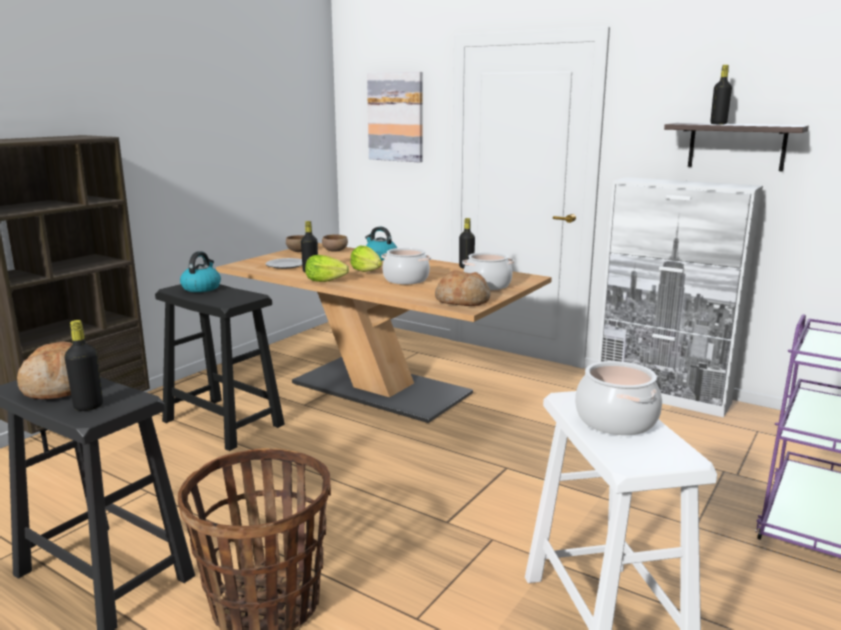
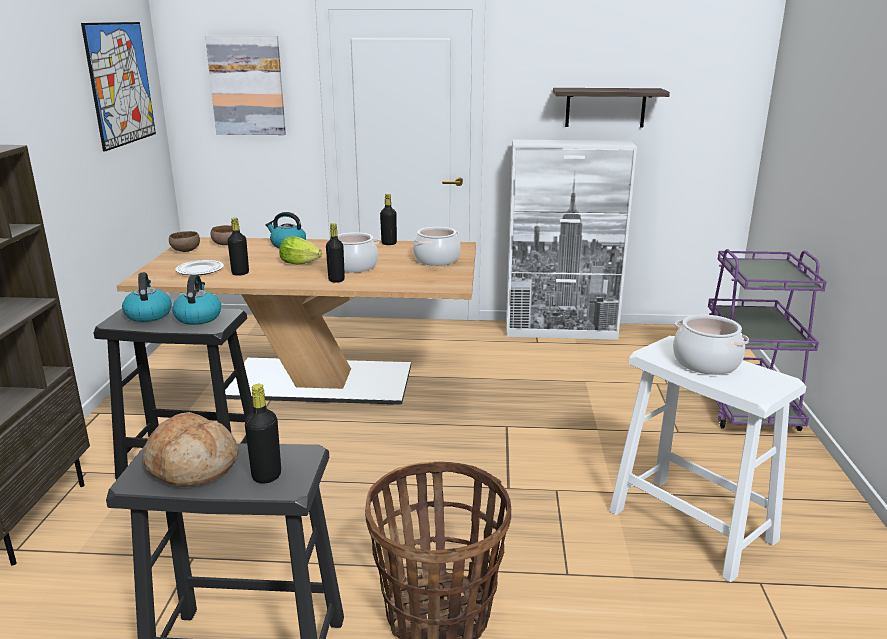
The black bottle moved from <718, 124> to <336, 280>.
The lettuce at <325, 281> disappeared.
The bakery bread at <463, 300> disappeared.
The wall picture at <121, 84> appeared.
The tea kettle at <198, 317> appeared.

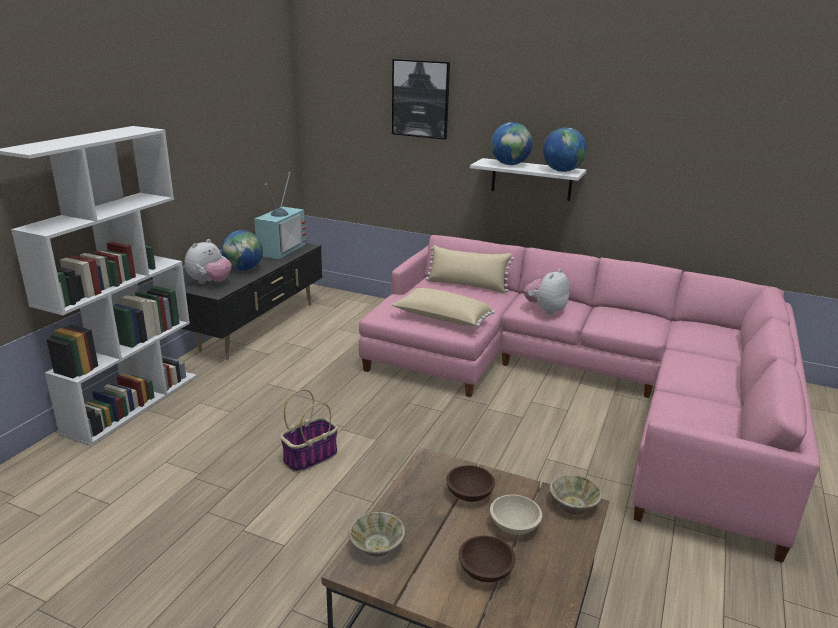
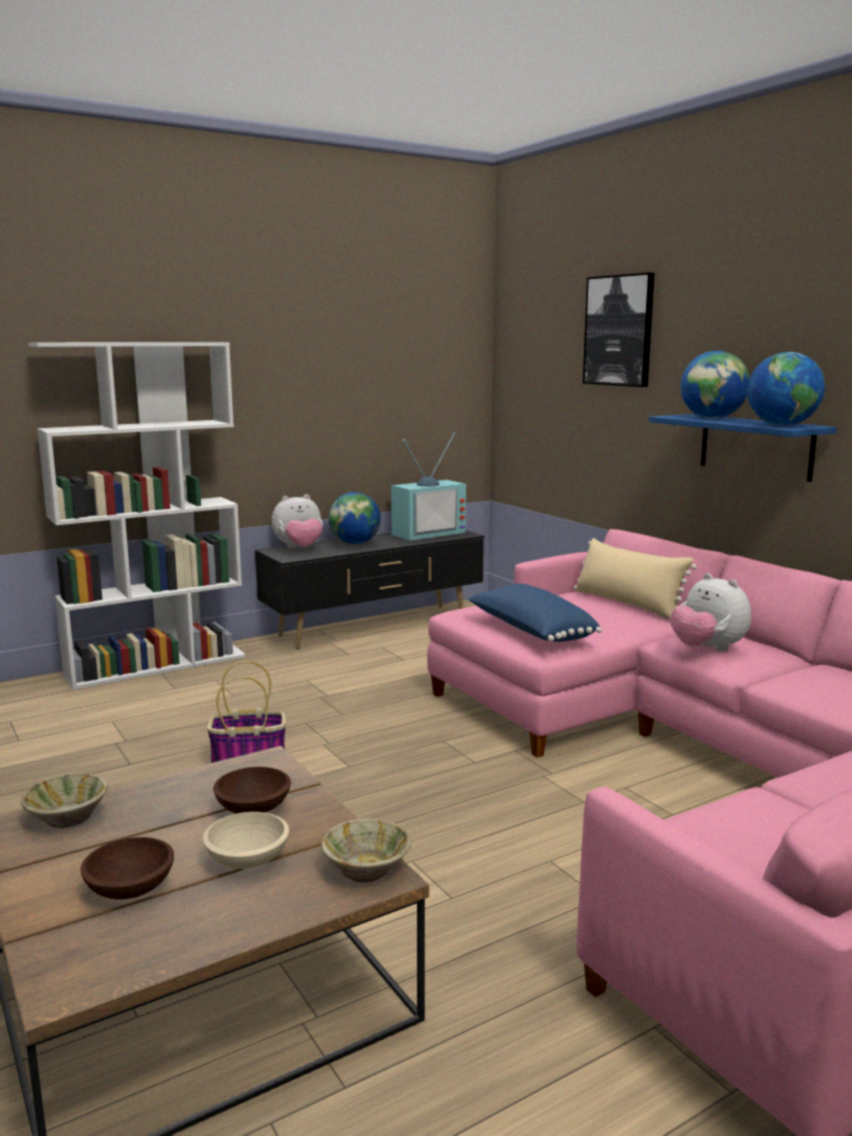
The whitish shelf at <531, 179> became the blue shelf at <755, 446>.
The cuddly toy at <545, 310> turned 105 degrees counterclockwise.
The sand-coloured throw pillow at <442, 319> became the blue throw pillow at <530, 631>.

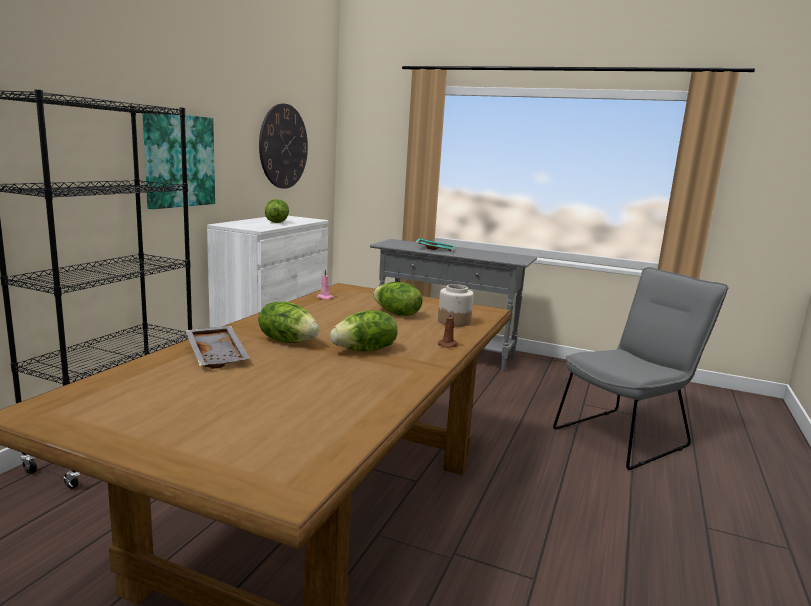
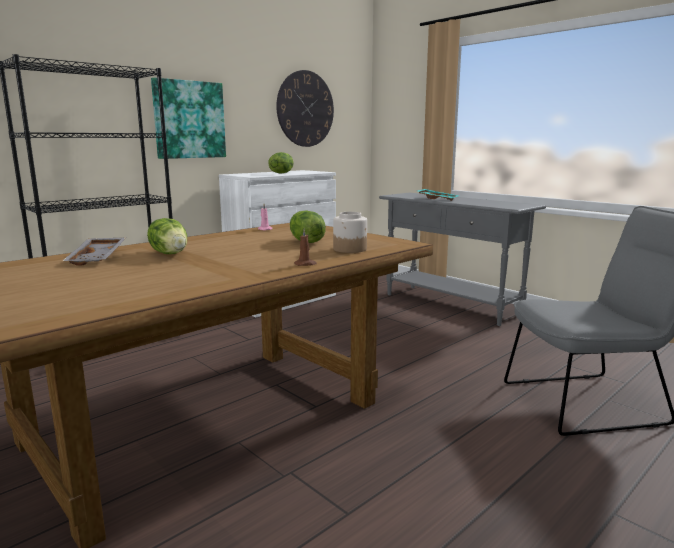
The lettuce at <365, 350> disappeared.

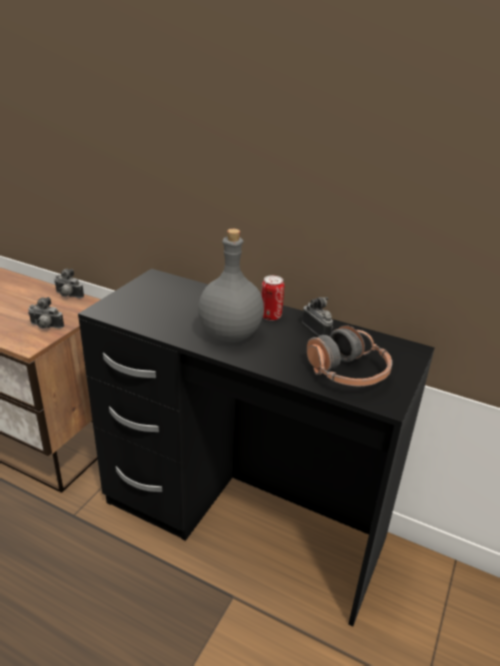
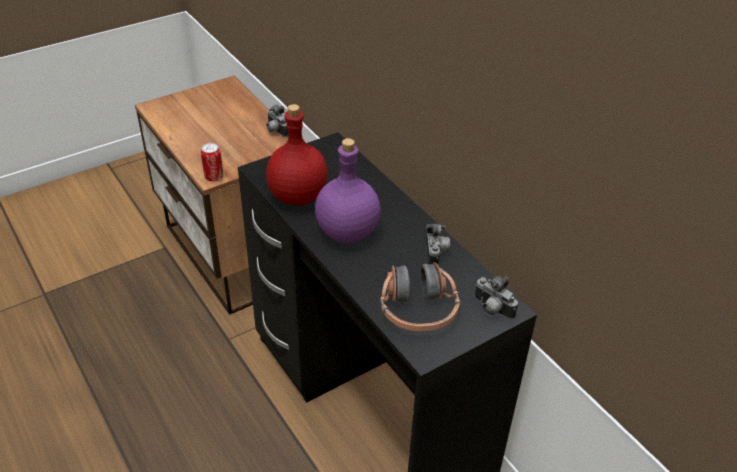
The grey bottle at <231, 335> became the purple bottle at <347, 233>.
The can moved from <270, 316> to <214, 177>.
The still camera moved from <45, 327> to <491, 310>.
The red-coloured bottle at <297, 197> appeared.

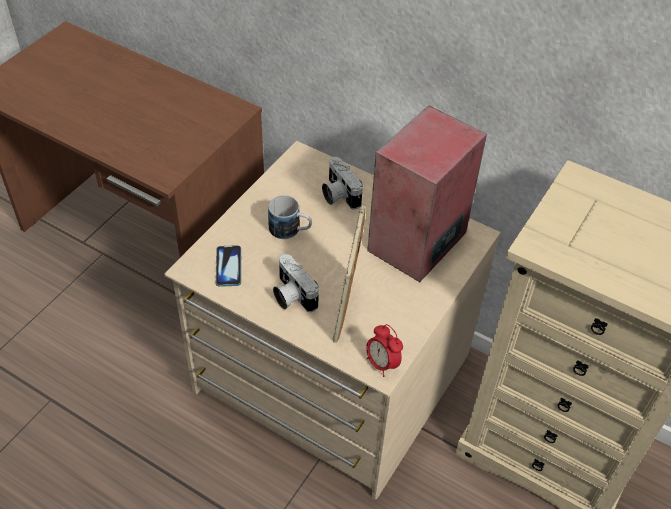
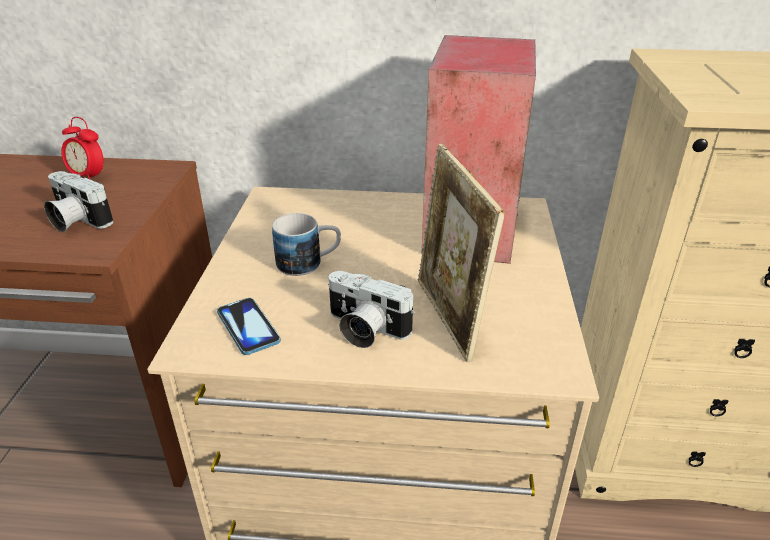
The still camera moved from <338, 194> to <76, 220>.
The alarm clock moved from <382, 364> to <88, 177>.

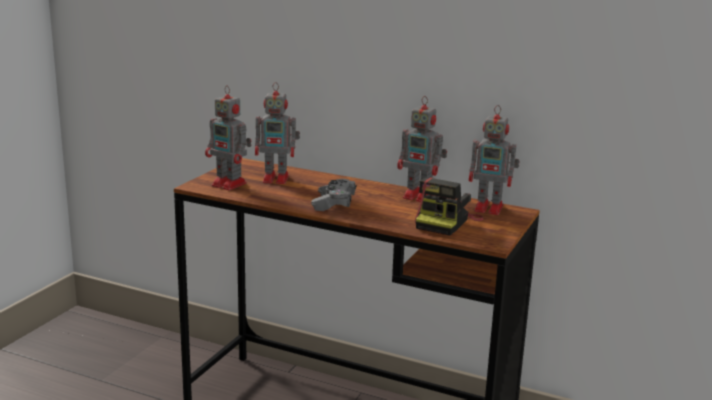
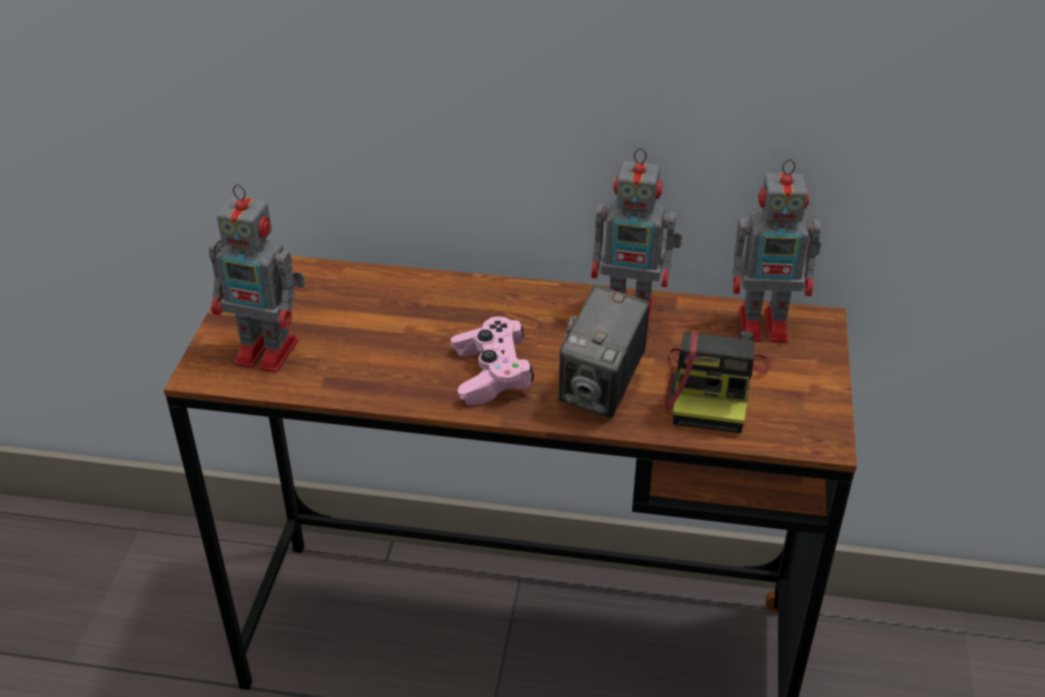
The robot figure at <277, 179> disappeared.
The grey joypad at <334, 204> became the pinkish joypad at <491, 374>.
The still camera at <601, 389> appeared.

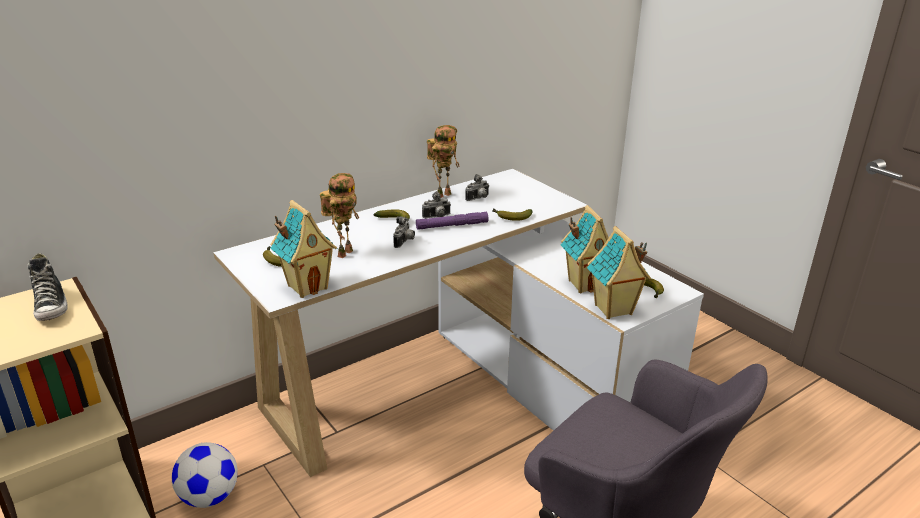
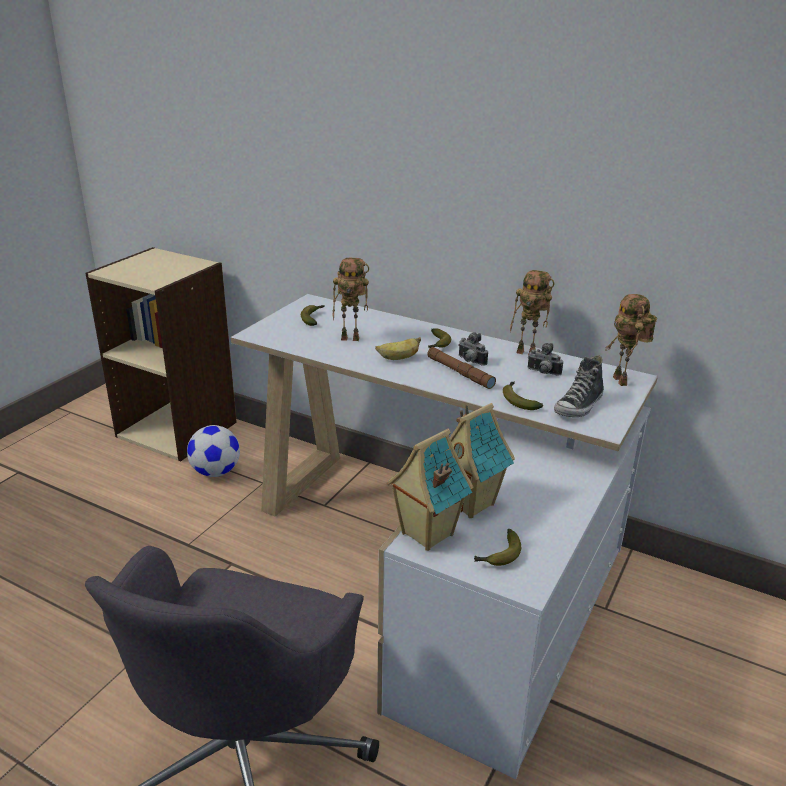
The toy house at <307, 286> disappeared.
The purple hand torch at <452, 225> became the brown hand torch at <459, 373>.
The still camera at <404, 242> was replaced by the whole banana at <398, 358>.
The shoe moved from <51, 306> to <579, 406>.
The robot figure at <623, 381> appeared.

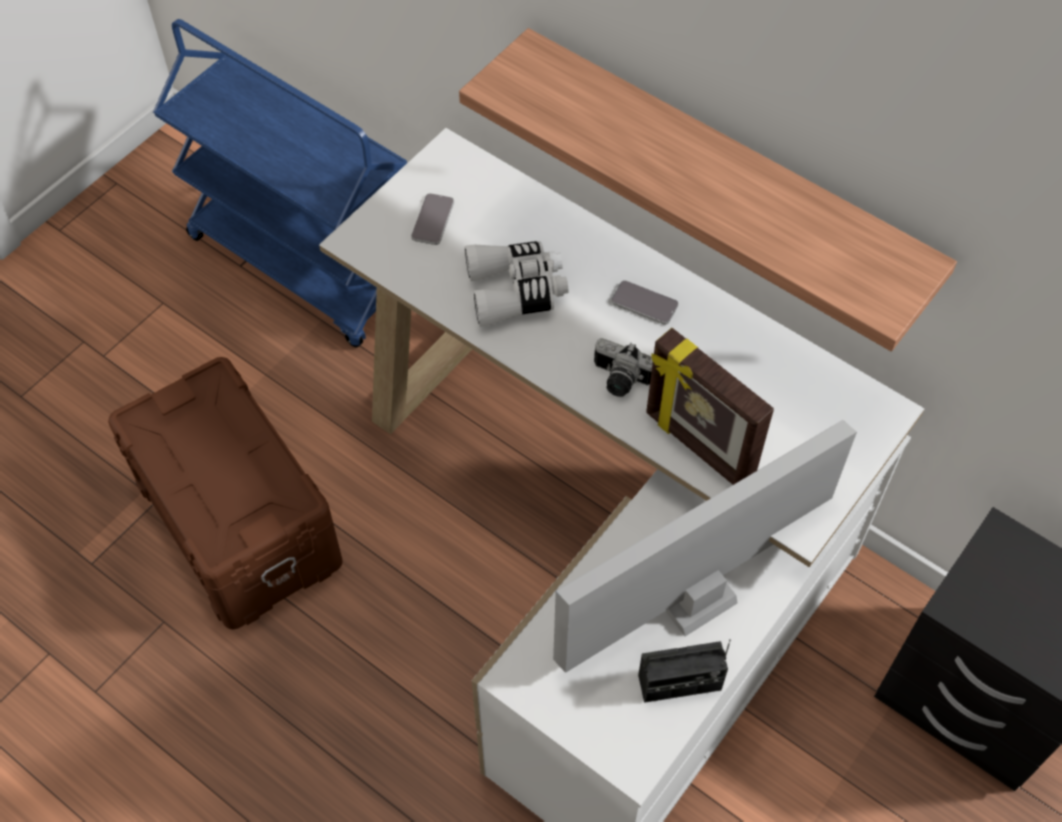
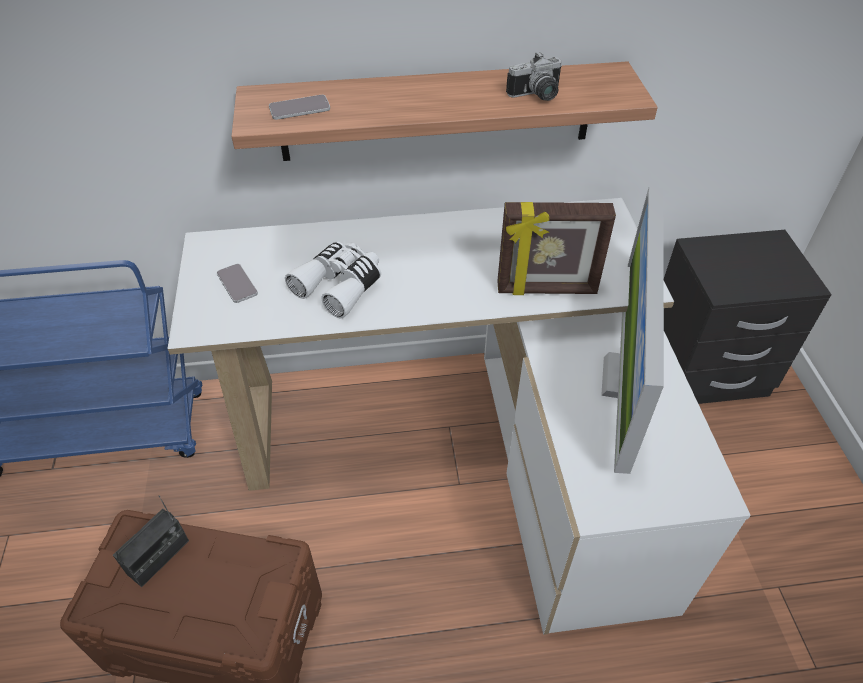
The telephone moved from <644, 303> to <299, 108>.
The still camera moved from <619, 380> to <537, 96>.
The radio receiver moved from <679, 683> to <158, 557>.

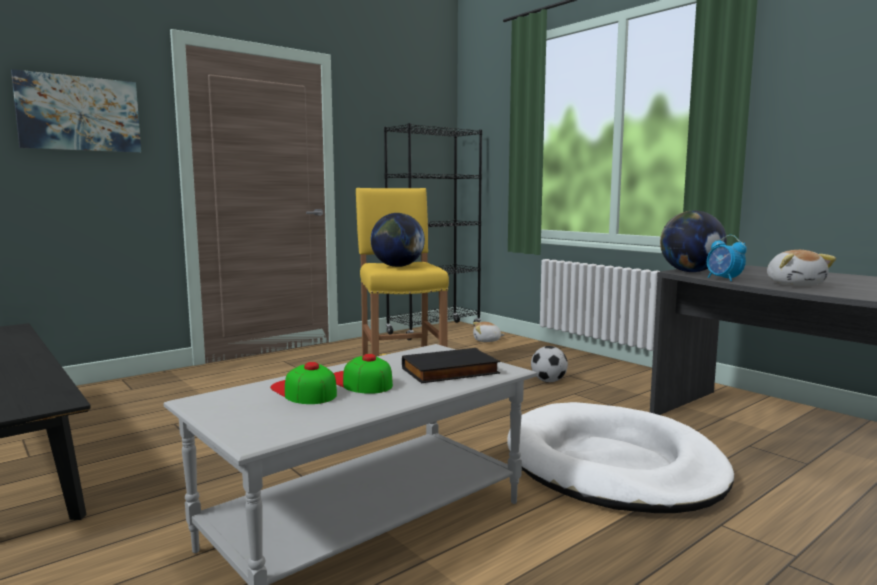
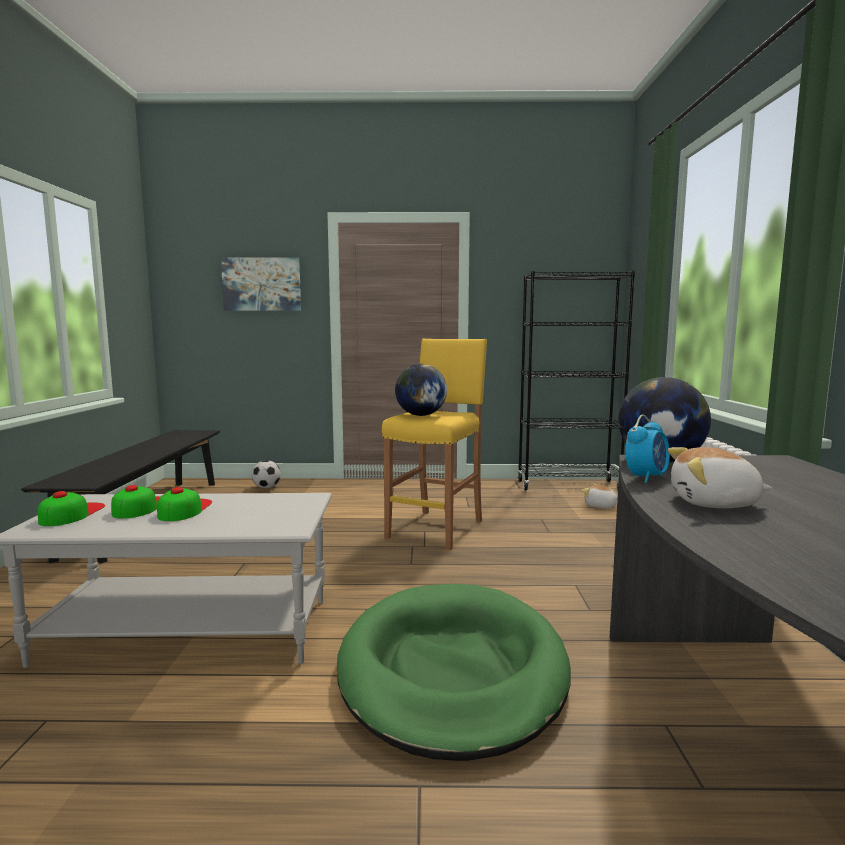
The alarm clock at <724, 279> turned 150 degrees counterclockwise.
The cuddly toy at <795, 284> turned 60 degrees clockwise.
The ball for football moved from <548, 381> to <266, 487>.
The black volume at <450, 372> disappeared.
The whitish dog bed at <612, 465> became the greenish dog bed at <452, 670>.
The cap at <71, 514> appeared.

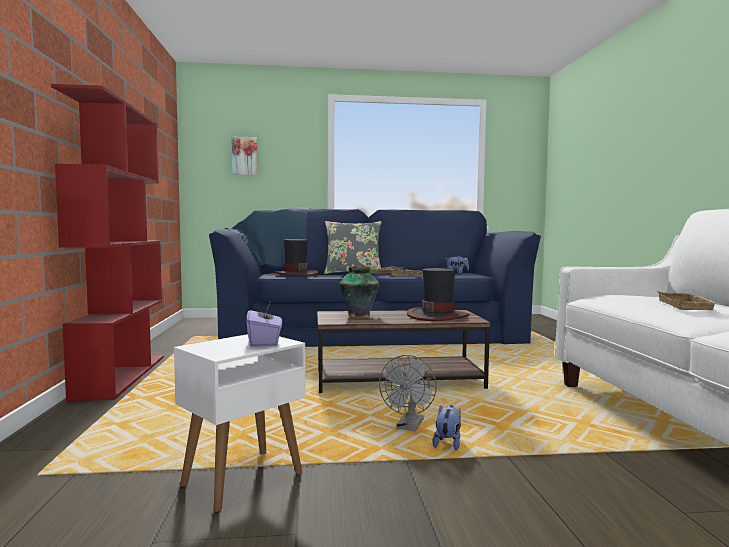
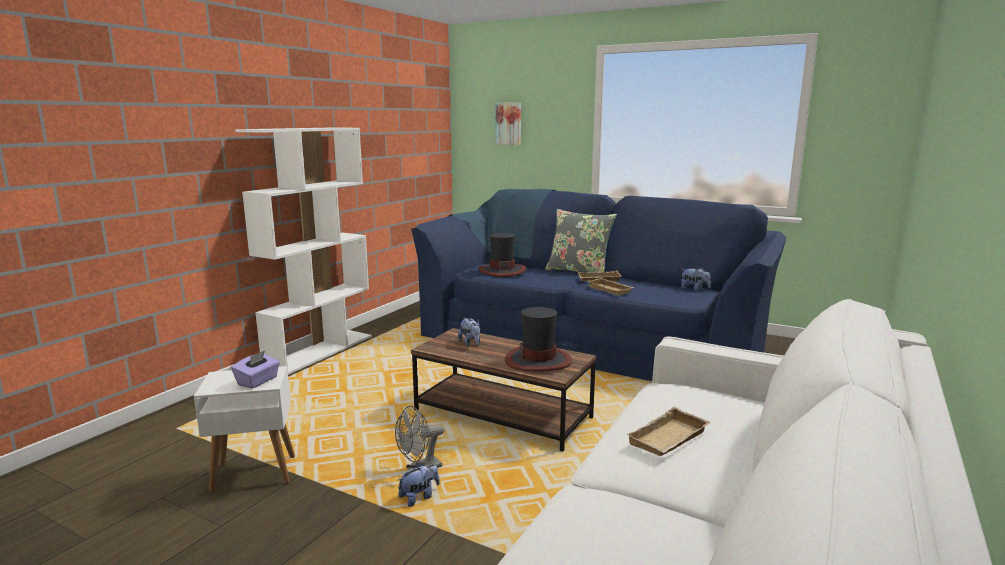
The red-coloured bookshelf at <121, 376> became the whitish bookshelf at <320, 351>.
The flower vase at <359, 315> was replaced by the cuddly toy at <470, 343>.

